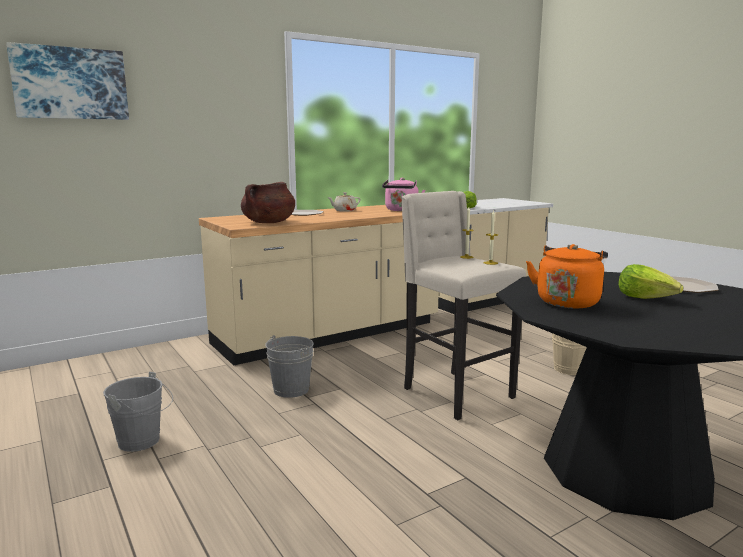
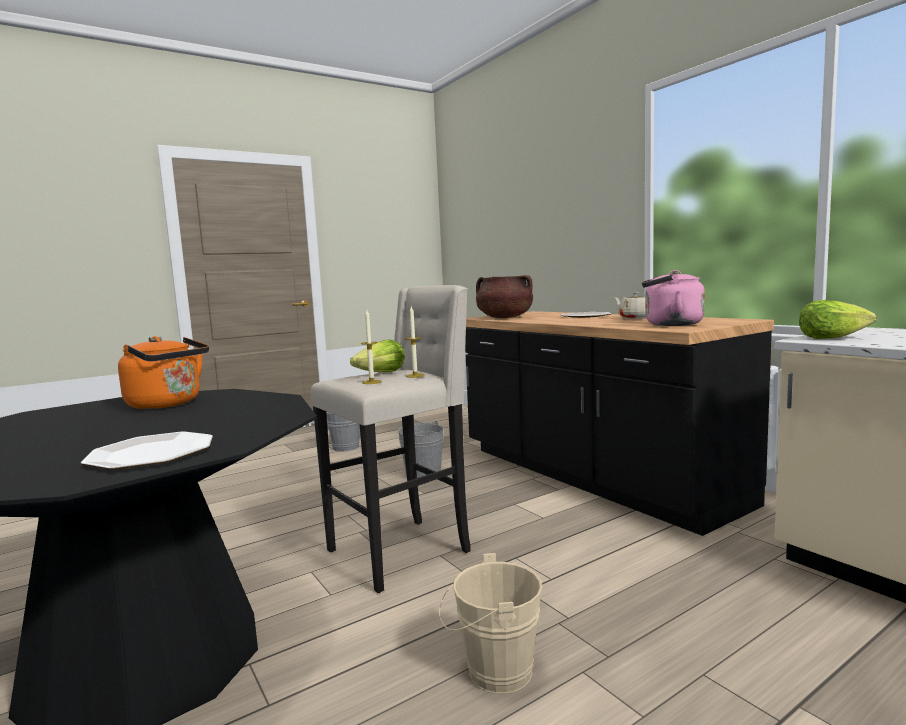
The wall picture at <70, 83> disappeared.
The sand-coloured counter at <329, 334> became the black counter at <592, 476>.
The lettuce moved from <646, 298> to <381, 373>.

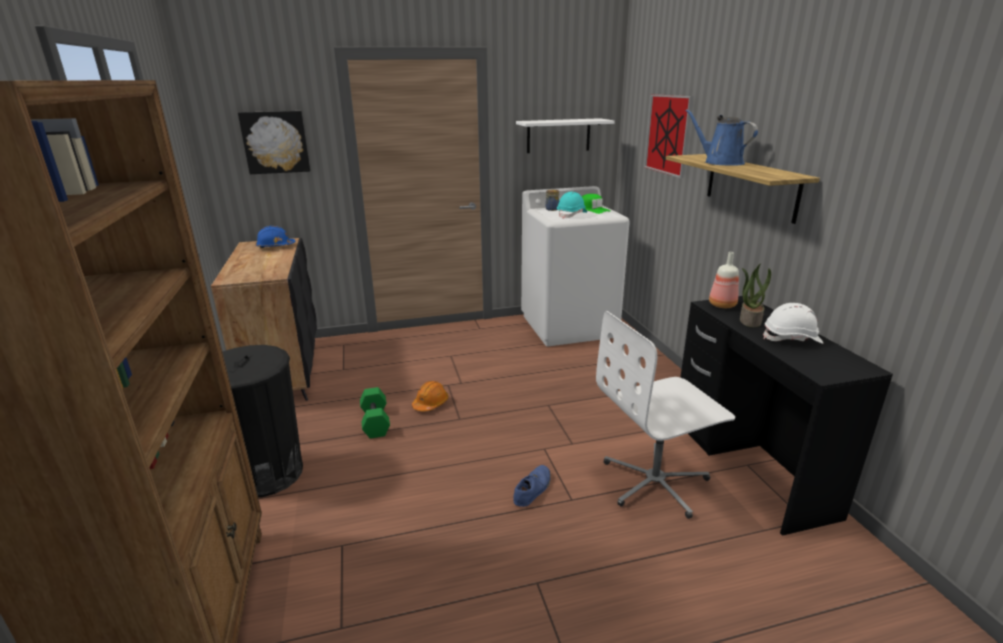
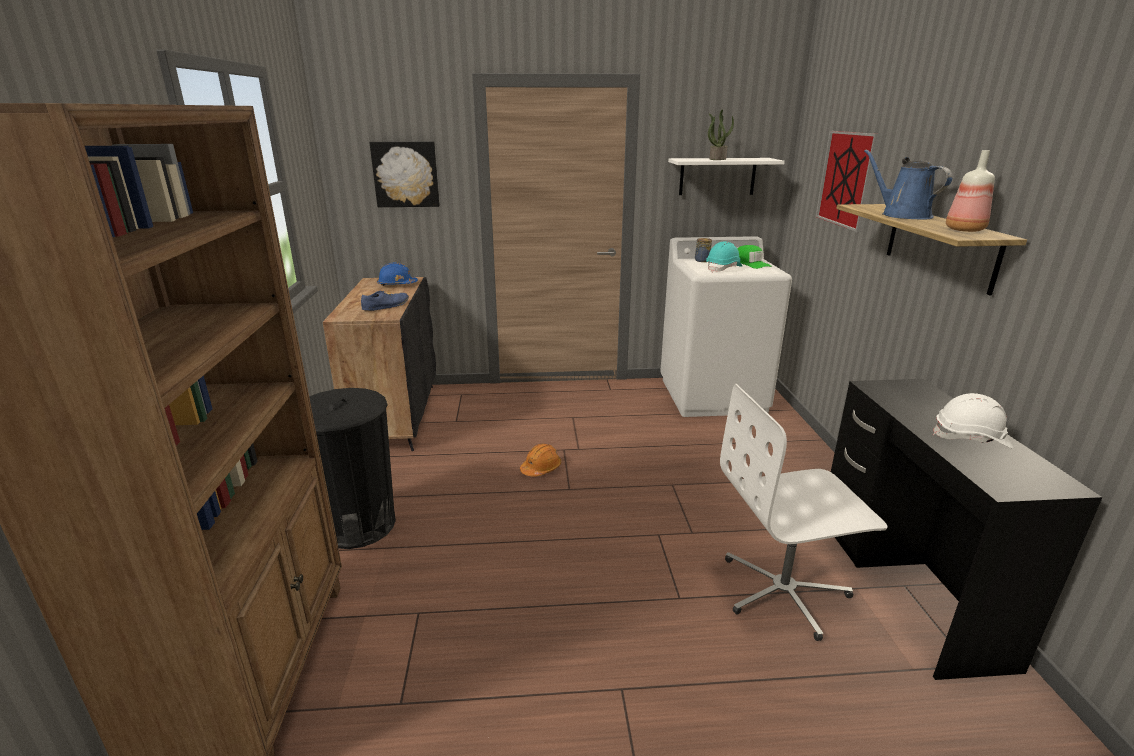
The bottle moved from <721, 305> to <963, 229>.
The houseplant moved from <749, 320> to <717, 159>.
The greenish hand weight at <376, 422> disappeared.
The blue shoe moved from <532, 489> to <386, 306>.

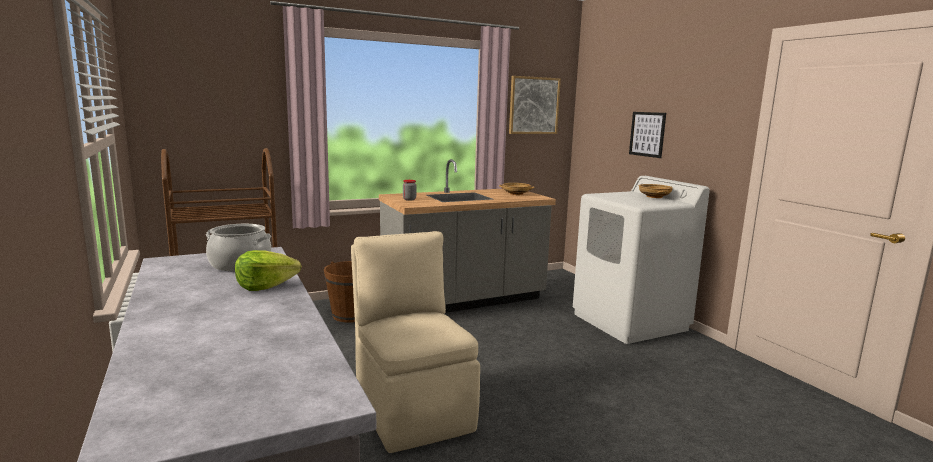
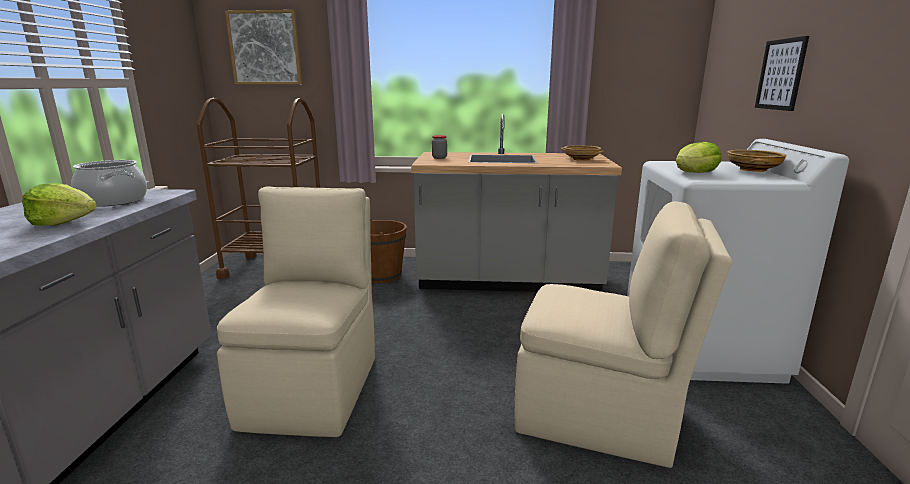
The wall picture moved from <533, 105> to <265, 48>.
The lettuce at <695, 173> appeared.
The sand-coloured plain chair at <599, 416> appeared.

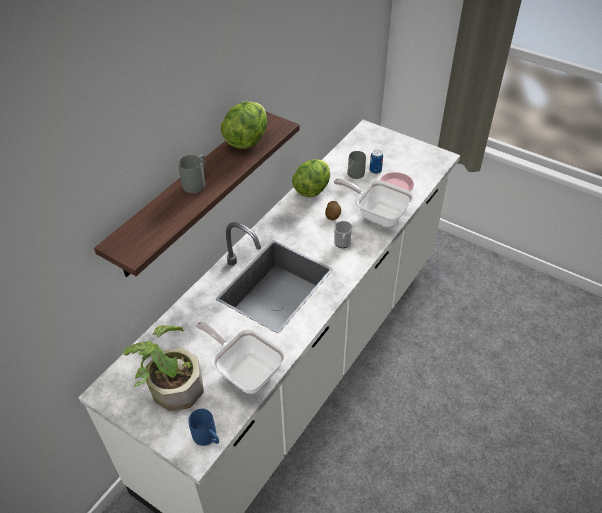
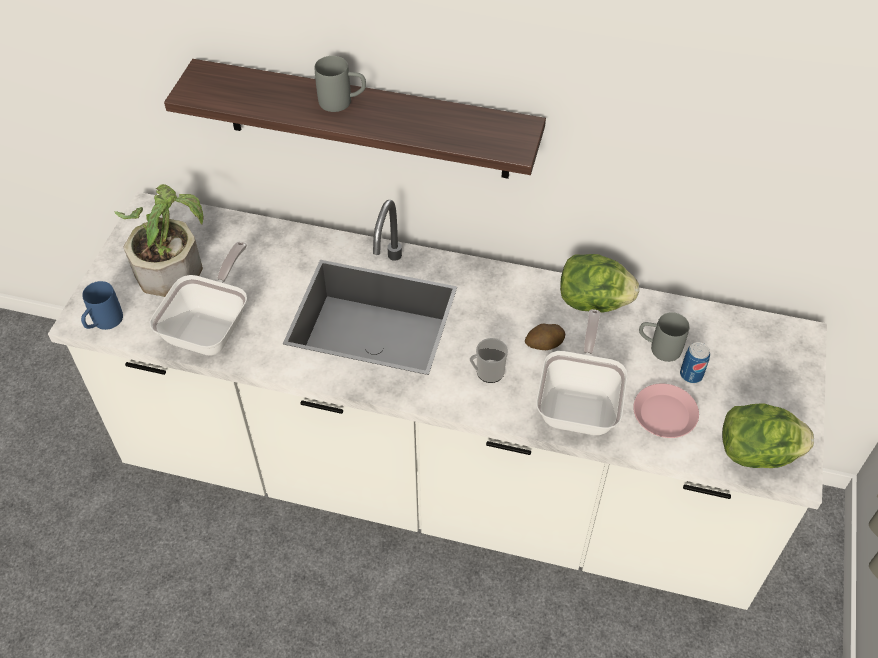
The lettuce moved from <247, 140> to <756, 452>.

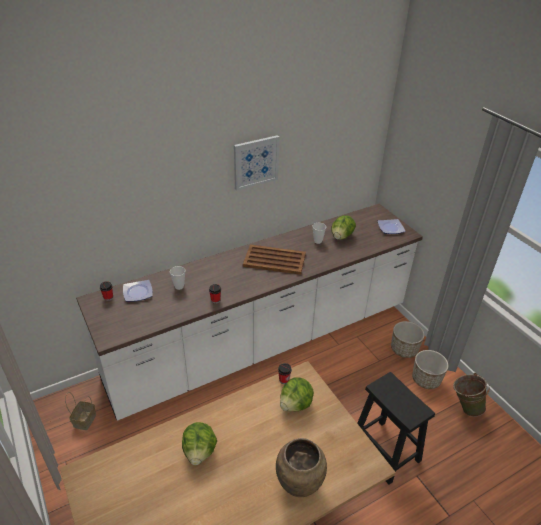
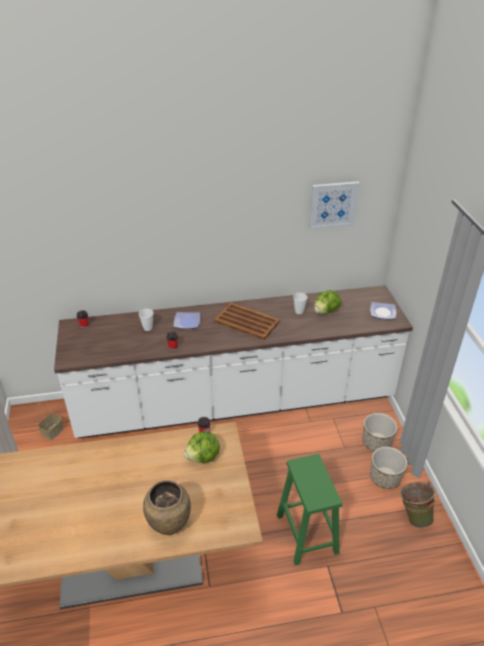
The wall picture moved from <255, 162> to <333, 205>.
The flat dish moved from <137, 293> to <186, 322>.
The black stool at <386, 452> became the greenish stool at <307, 535>.
The lettuce at <200, 451> disappeared.

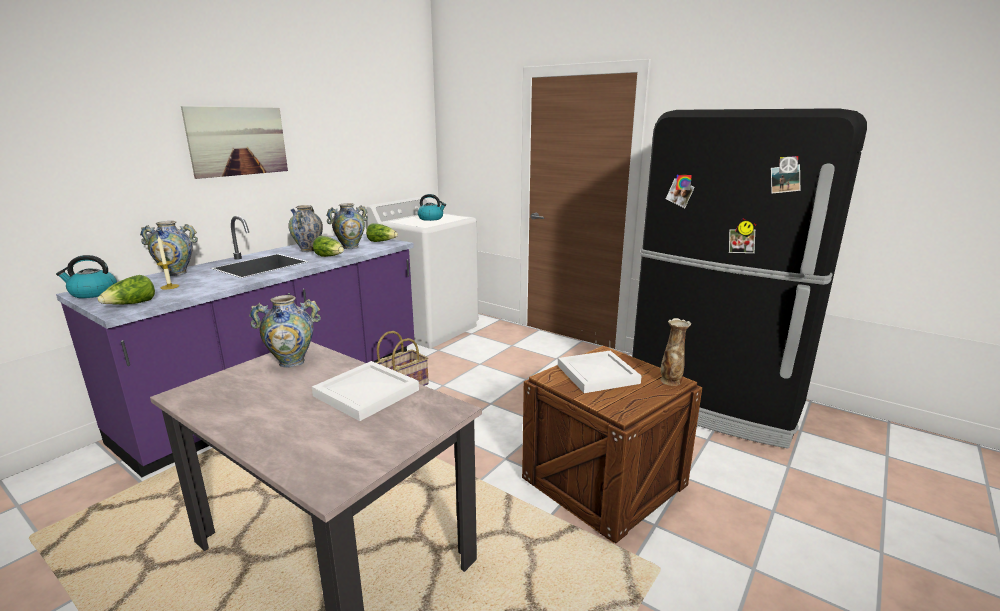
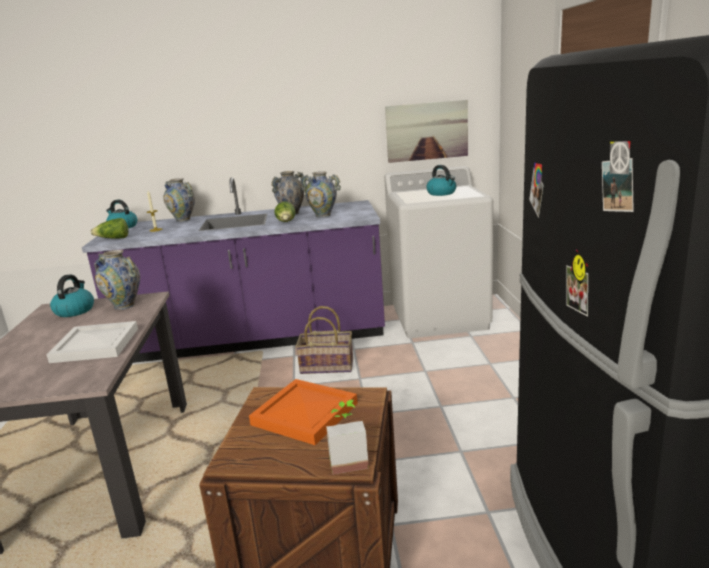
The wall picture moved from <238, 141> to <427, 131>.
The lettuce at <382, 242> disappeared.
The flower vase at <671, 381> was replaced by the houseplant at <348, 460>.
The whitish tray at <599, 374> became the orangey tray at <305, 415>.
The tea kettle at <75, 310> appeared.

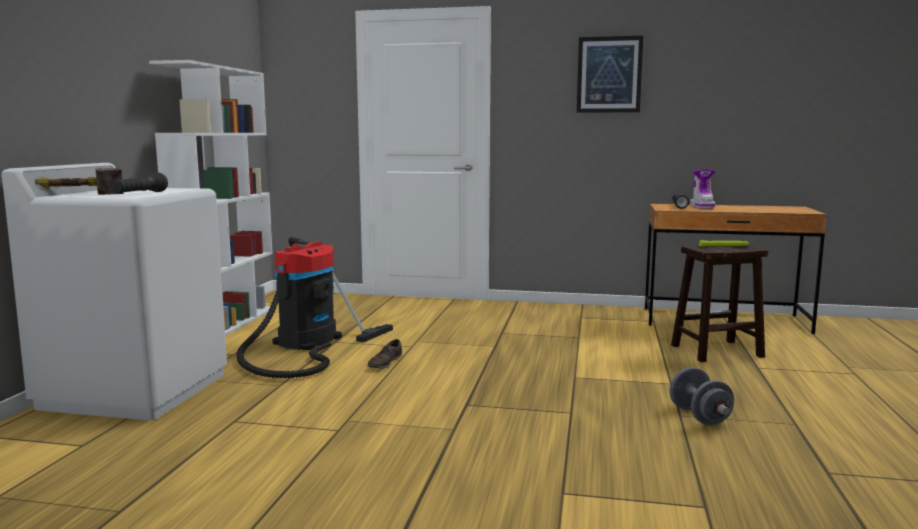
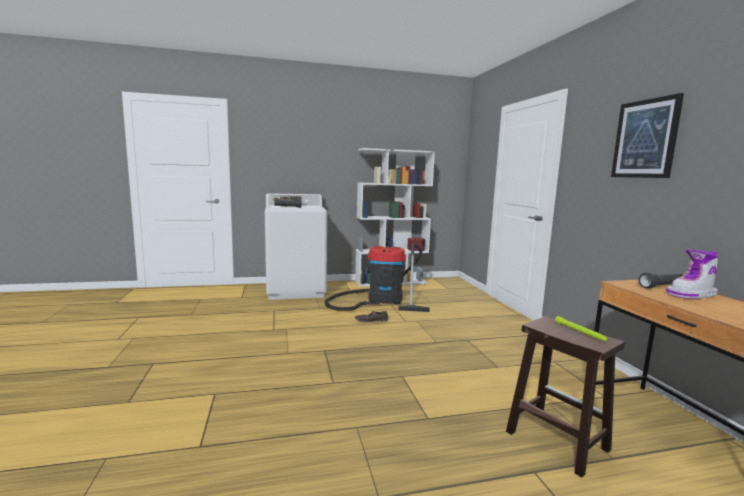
The grey hand weight at <699, 416> disappeared.

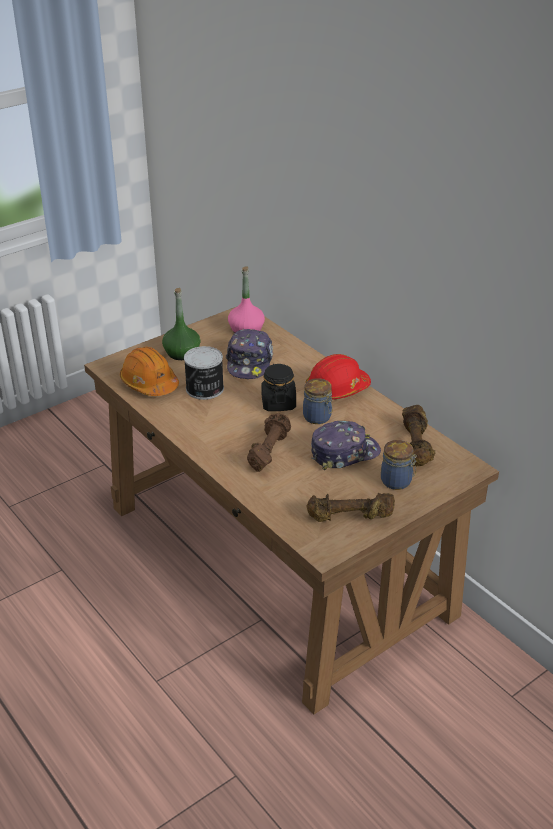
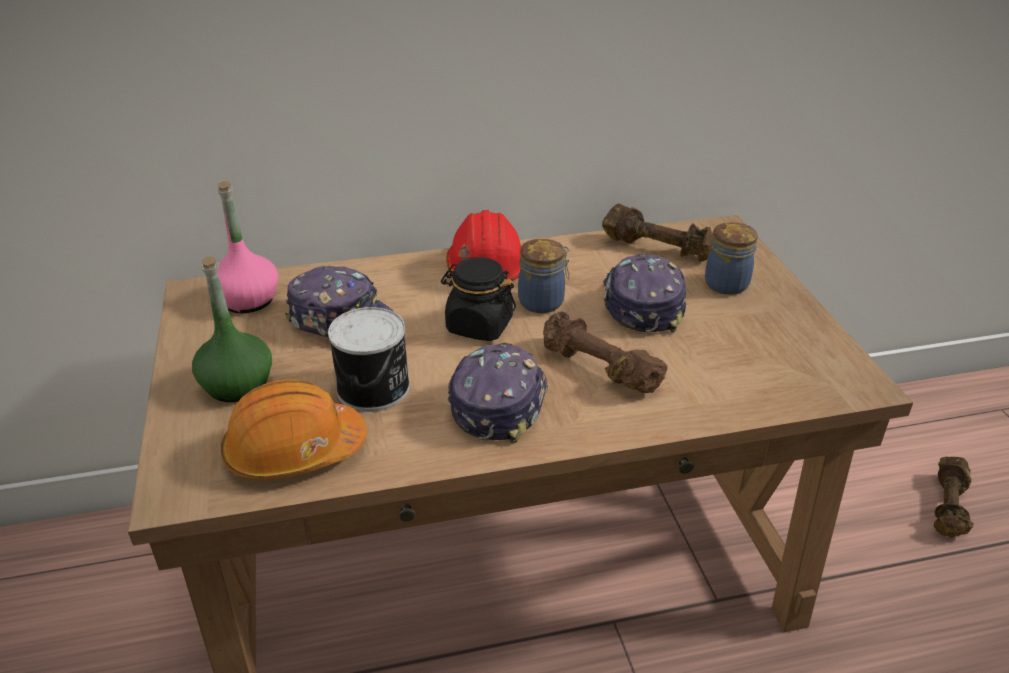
The brown hand weight moved from <350, 517> to <949, 507>.
The cap at <498, 402> appeared.

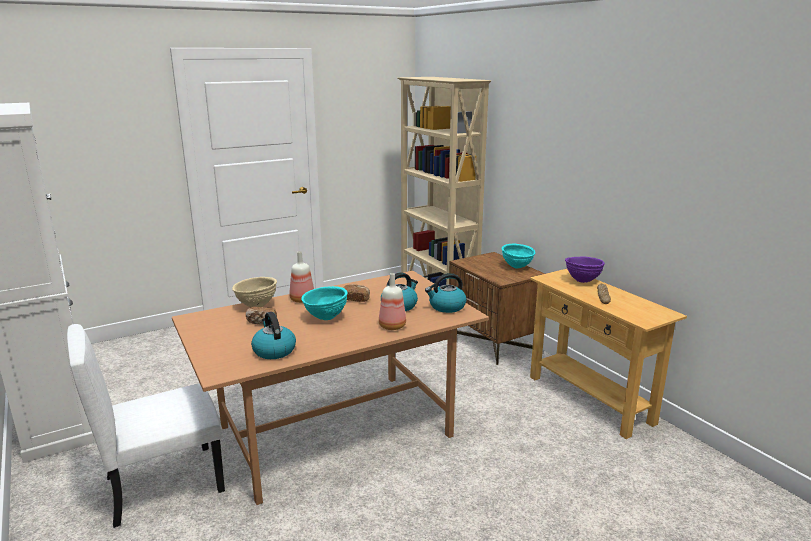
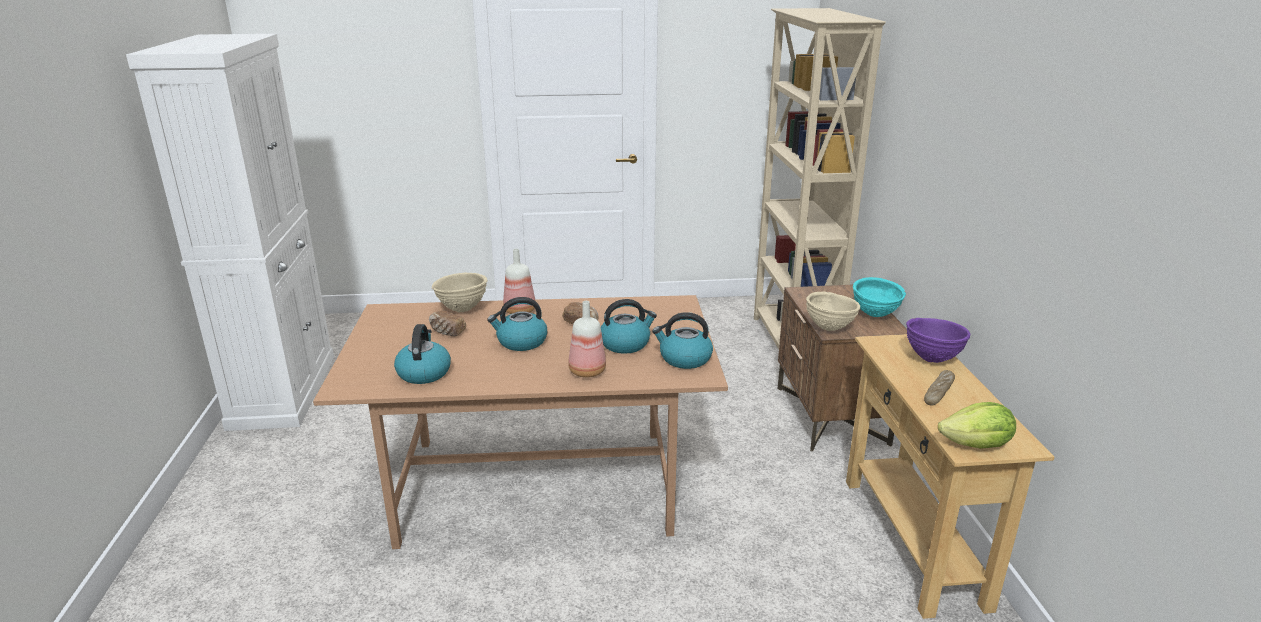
The turquoise-coloured deep dish at <325, 318> was replaced by the tea kettle at <521, 342>.
The whitish plain chair at <164, 483> disappeared.
The sand-coloured deep dish at <829, 328> appeared.
The lettuce at <976, 445> appeared.

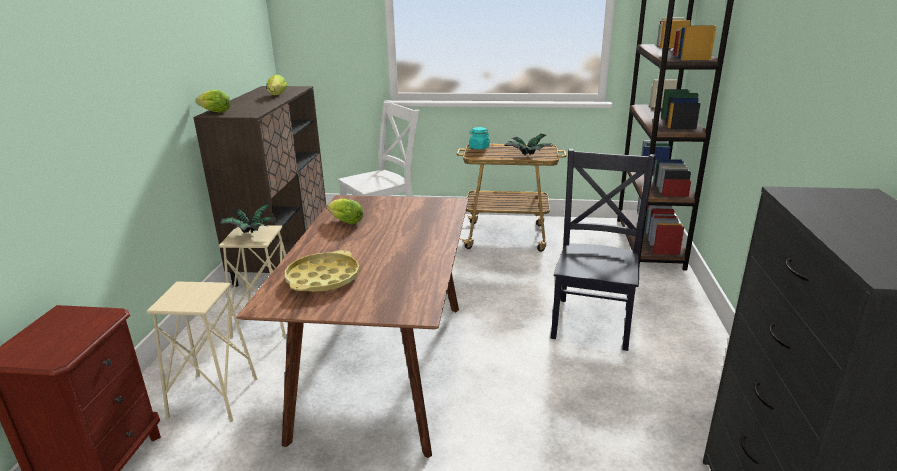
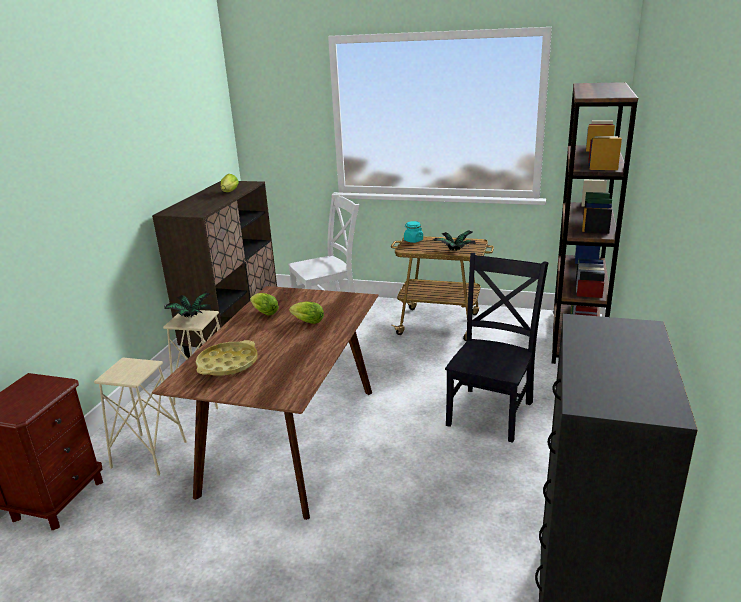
The lettuce moved from <214, 112> to <306, 322>.

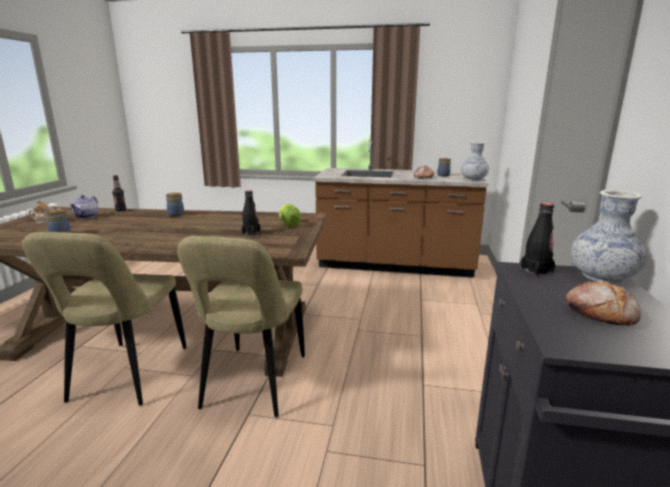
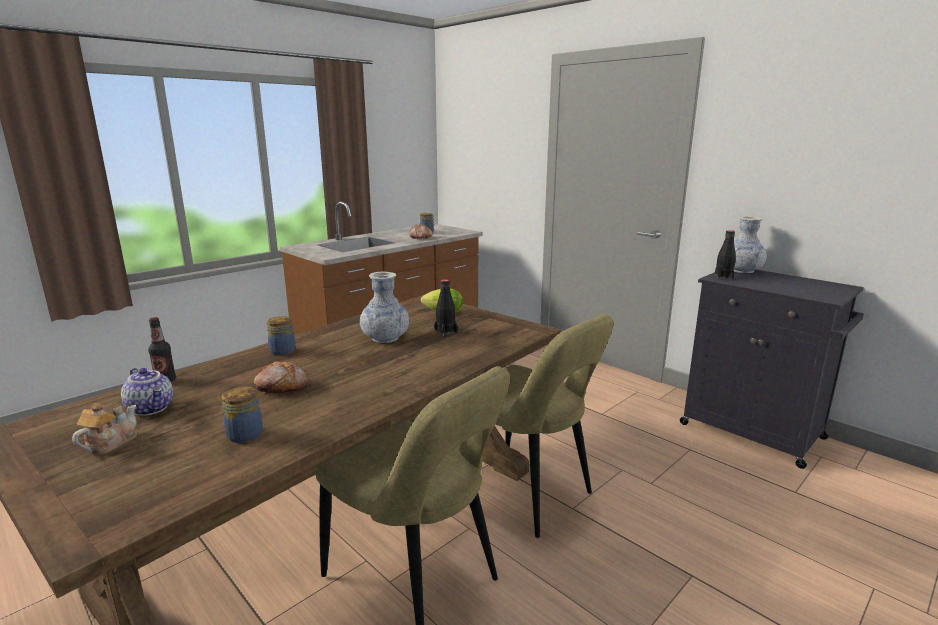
The flower vase moved from <473, 179> to <385, 338>.
The bakery bread moved from <599, 313> to <281, 386>.

